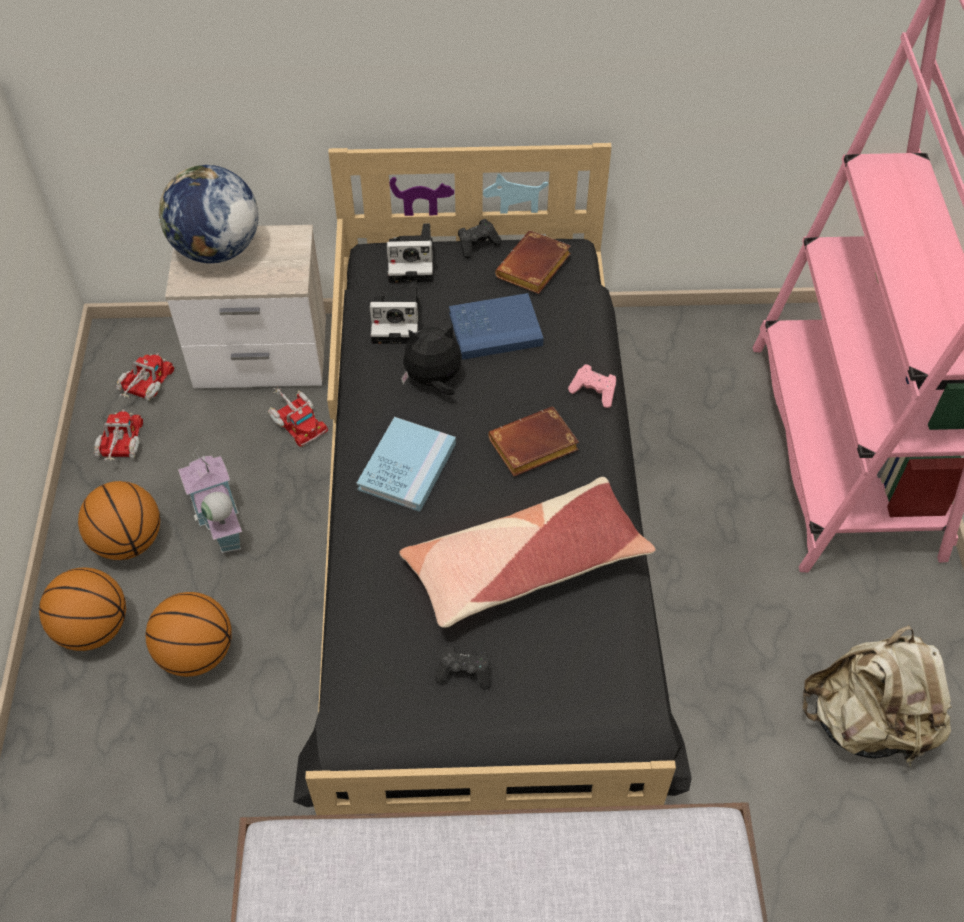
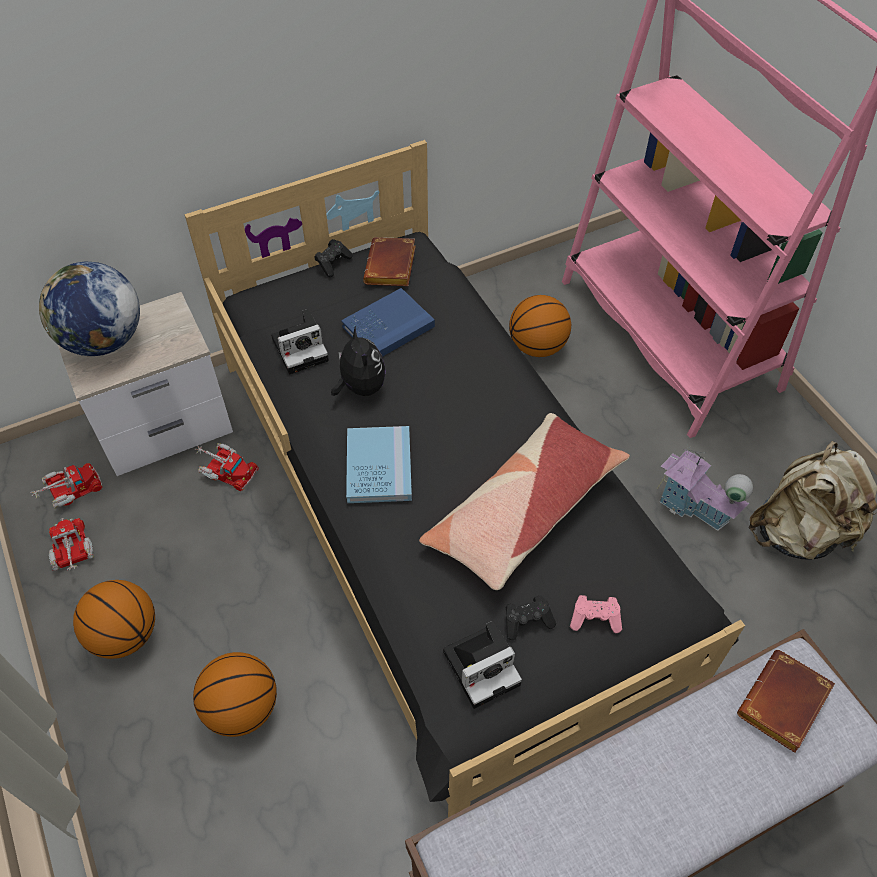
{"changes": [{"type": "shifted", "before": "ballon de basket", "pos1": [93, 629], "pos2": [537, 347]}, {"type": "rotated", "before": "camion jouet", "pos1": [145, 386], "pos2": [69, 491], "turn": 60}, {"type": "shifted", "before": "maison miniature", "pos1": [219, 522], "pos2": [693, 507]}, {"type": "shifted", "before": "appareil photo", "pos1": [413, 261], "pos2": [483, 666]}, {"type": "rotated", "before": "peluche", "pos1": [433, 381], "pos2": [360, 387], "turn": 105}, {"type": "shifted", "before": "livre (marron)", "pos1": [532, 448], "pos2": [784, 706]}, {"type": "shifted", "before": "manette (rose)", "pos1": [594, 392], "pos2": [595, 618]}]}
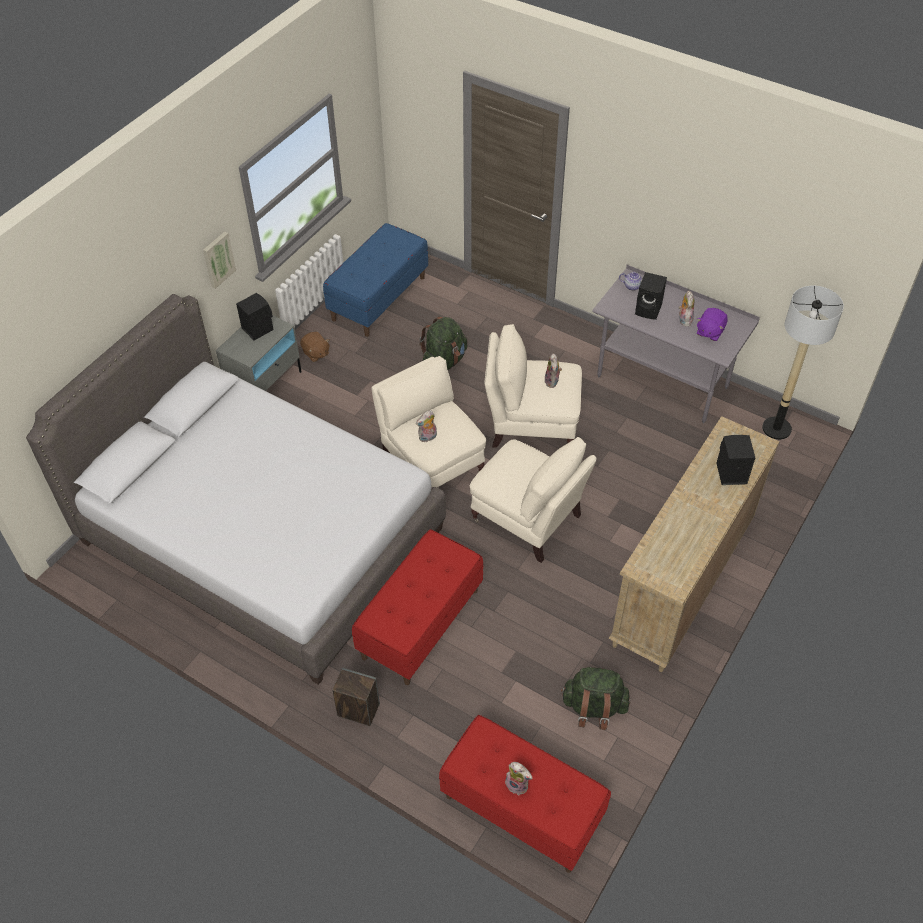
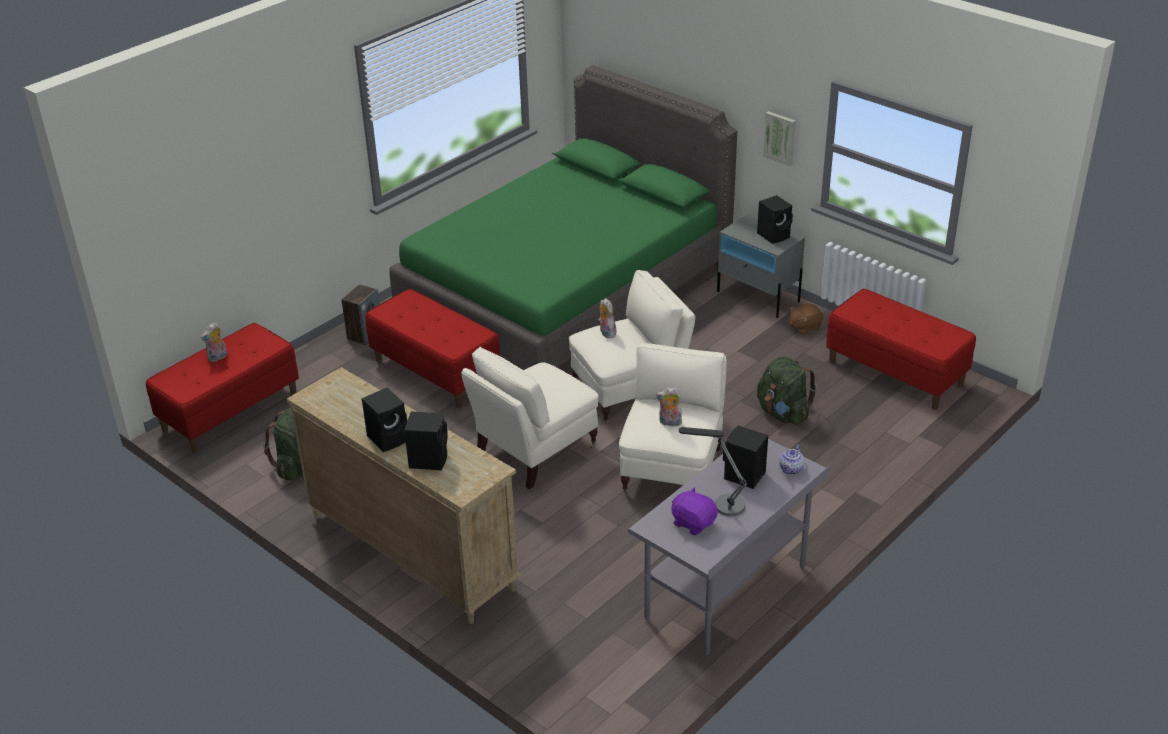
{"changes": [{"type": "repainted", "before": "lit (gris)", "after": "lit (vert)", "pos1": [262, 536], "pos2": [565, 292]}, {"type": "repainted", "before": "banc (bleu)", "after": "banc (rouge)", "pos1": [378, 298], "pos2": [895, 373]}, {"type": "swapped", "before": "peluche", "after": "lampe de table", "pos1": [684, 319], "pos2": [720, 504]}, {"type": "gone", "before": "lampadaire", "pos1": [776, 428]}, {"type": "new", "after": "enceinte (noir)", "pos2": [389, 438]}]}
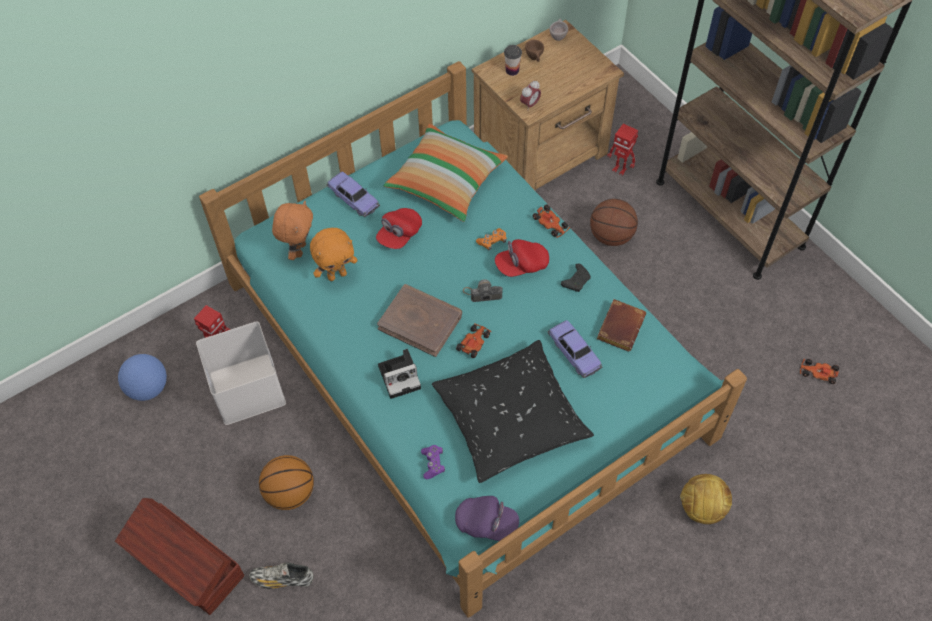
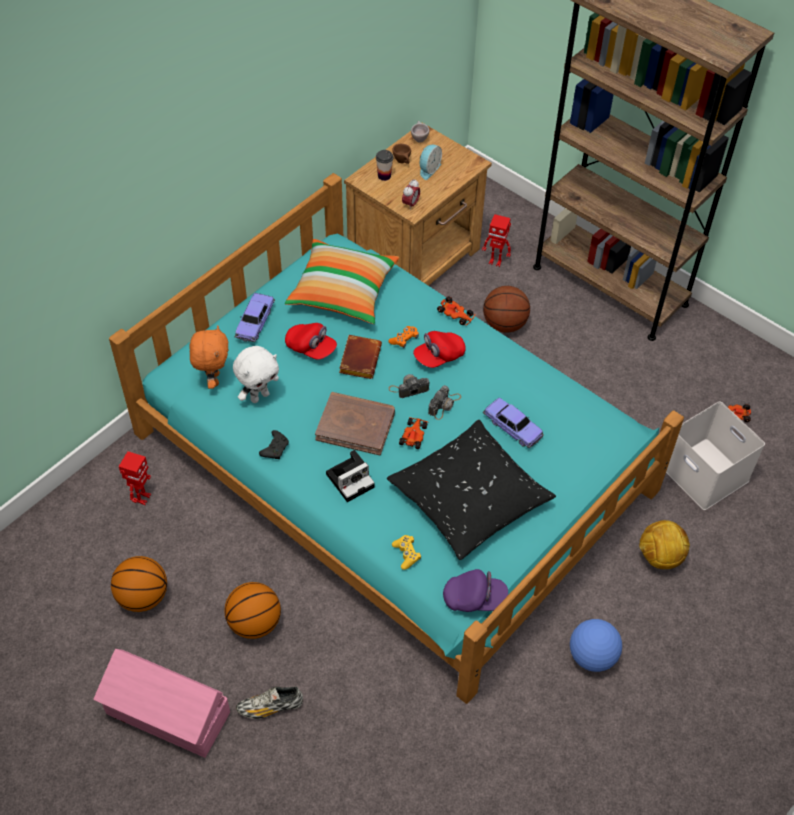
{"changes": [{"type": "repainted", "before": "boîte de rangement (marron)", "after": "boîte de rangement (rose)", "pos1": [188, 566], "pos2": [168, 715]}, {"type": "shifted", "before": "ballon de foot", "pos1": [148, 388], "pos2": [592, 657]}, {"type": "shifted", "before": "boîte de rangement (blanc)", "pos1": [249, 389], "pos2": [707, 474]}, {"type": "repainted", "before": "peluche (orange)", "after": "peluche (blanc)", "pos1": [337, 275], "pos2": [259, 396]}, {"type": "rotated", "before": "petite voiture", "pos1": [353, 198], "pos2": [255, 322], "turn": 75}, {"type": "rotated", "before": "casquette (rouge)", "pos1": [399, 234], "pos2": [311, 348], "turn": -75}, {"type": "repainted", "before": "manette (violet)", "after": "manette (jaune)", "pos1": [433, 464], "pos2": [406, 554]}, {"type": "shifted", "before": "manette (noir)", "pos1": [576, 281], "pos2": [275, 448]}, {"type": "shifted", "before": "livre (marron)", "pos1": [619, 326], "pos2": [359, 359]}, {"type": "new", "after": "ballon de basket", "pos2": [143, 596]}, {"type": "new", "after": "réveil", "pos2": [428, 169]}, {"type": "new", "after": "appareil photo", "pos2": [444, 405]}]}
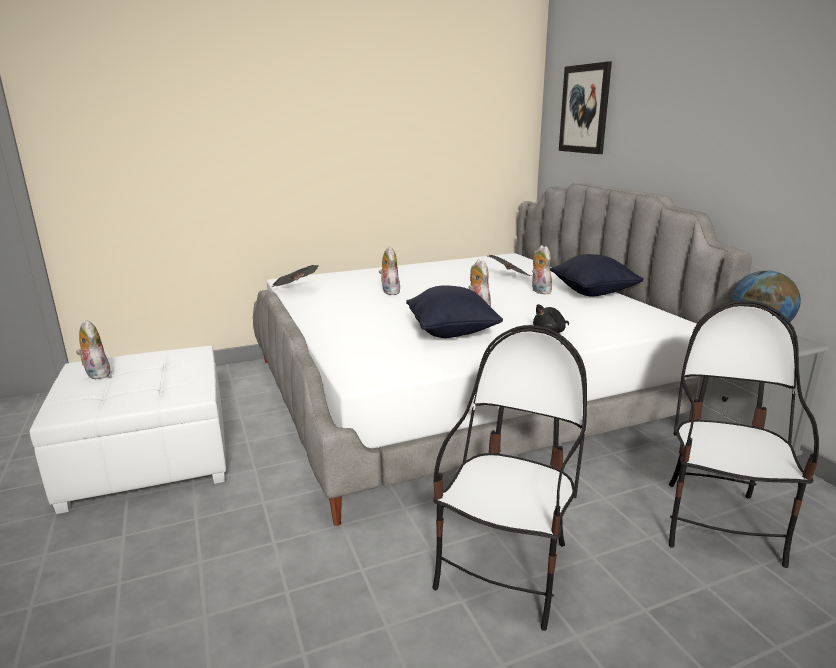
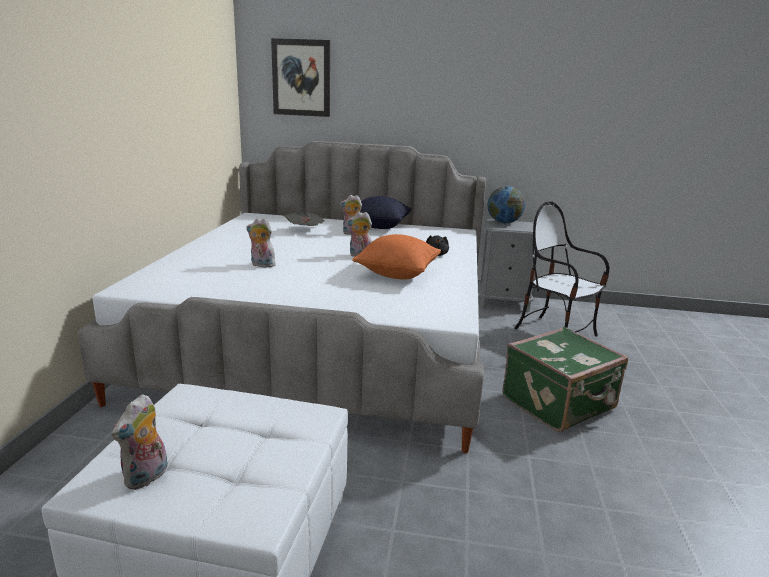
{"changes": [{"type": "rotated", "before": "peluche", "pos1": [96, 374], "pos2": [147, 477], "turn": -60}, {"type": "gone", "before": "journal", "pos1": [296, 288]}, {"type": "repainted", "before": "coussin (noir)", "after": "coussin (orange)", "pos1": [451, 332], "pos2": [397, 274]}, {"type": "swapped", "before": "chaise", "after": "valise (vert)", "pos1": [506, 570], "pos2": [559, 404]}]}
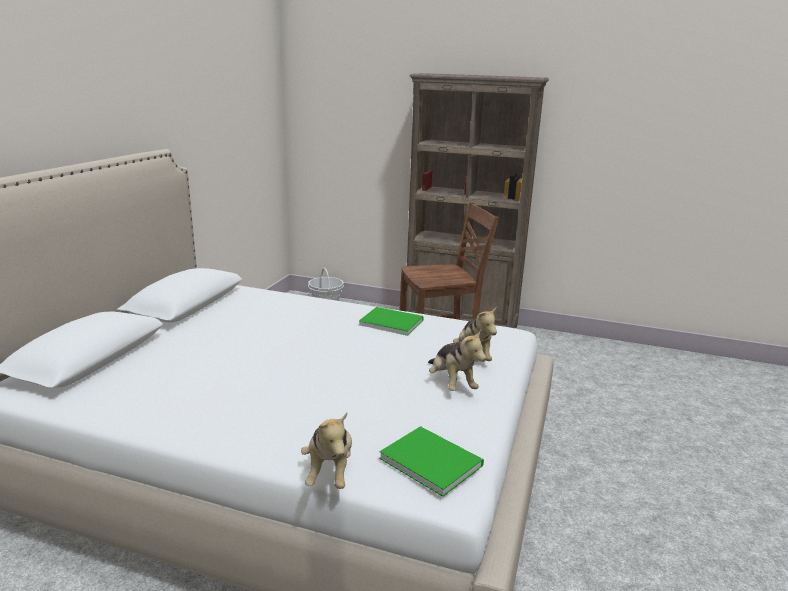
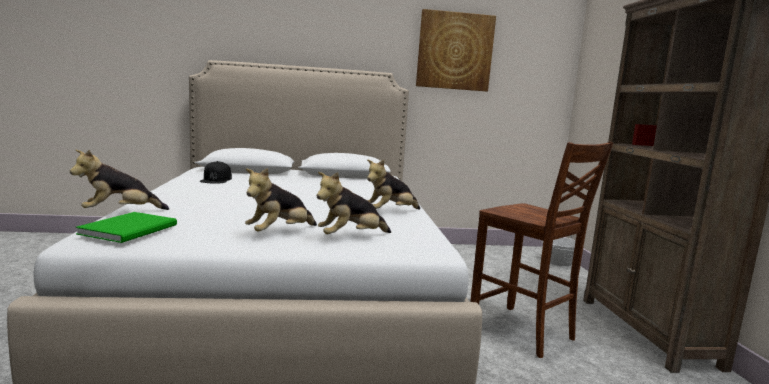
{"changes": [{"type": "swapped", "before": "livre (vert)", "after": "peluche", "pos1": [390, 322], "pos2": [390, 212]}, {"type": "new", "after": "casquette (noir)", "pos2": [216, 179]}, {"type": "new", "after": "tableau", "pos2": [455, 51]}]}
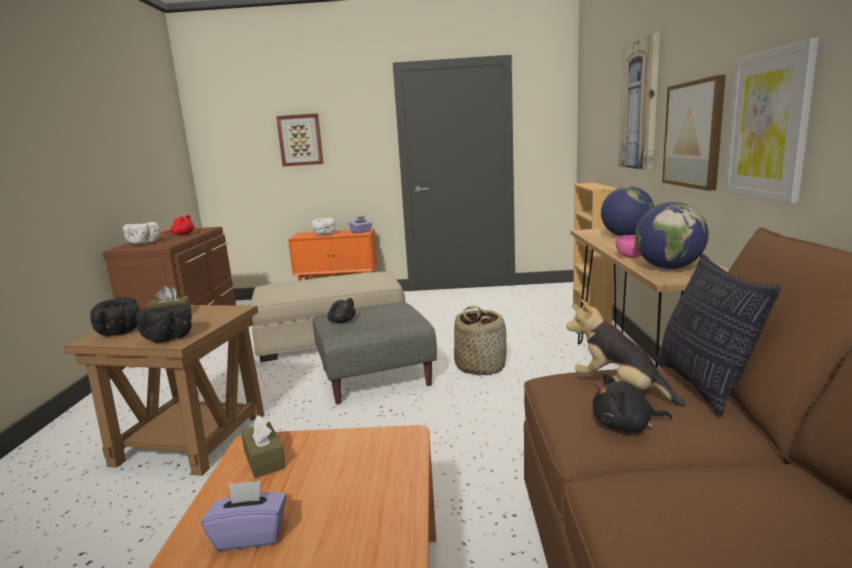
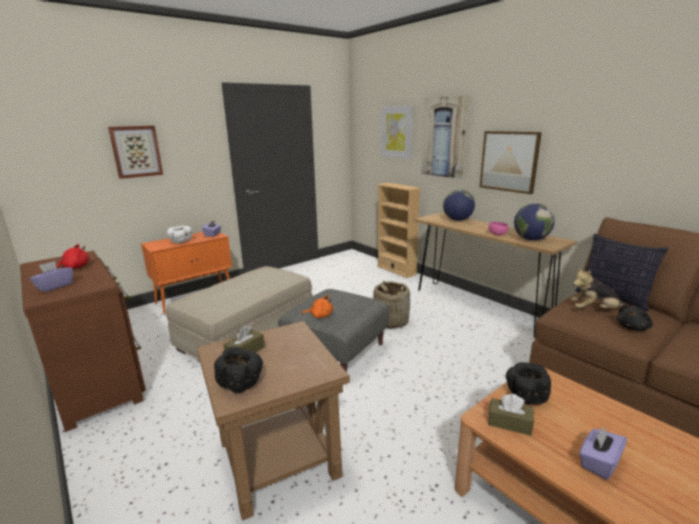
{"changes": [{"type": "swapped", "before": "bol (blanc)", "after": "boîte à mouchoirs (violet)", "pos1": [144, 243], "pos2": [55, 286]}, {"type": "shifted", "before": "bol (noir)", "pos1": [169, 337], "pos2": [525, 395]}, {"type": "repainted", "before": "peluche (noir)", "after": "peluche (orange)", "pos1": [341, 321], "pos2": [320, 315]}, {"type": "shifted", "before": "tableau", "pos1": [768, 125], "pos2": [397, 132]}]}
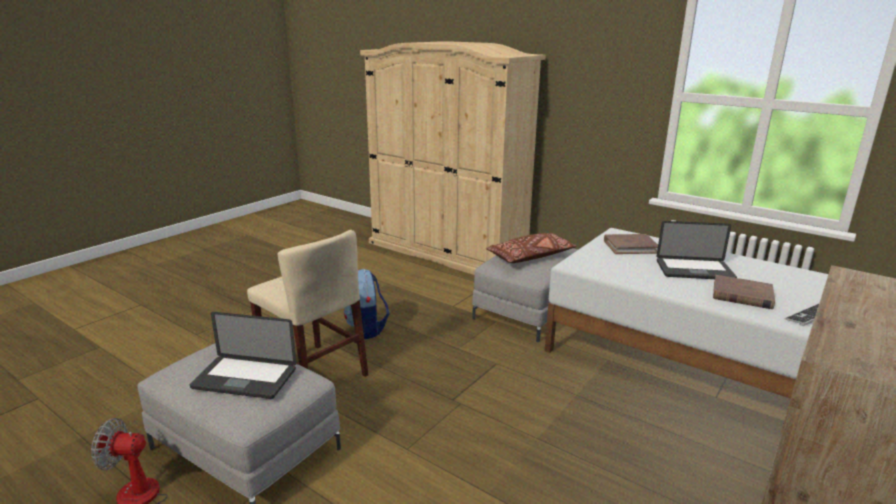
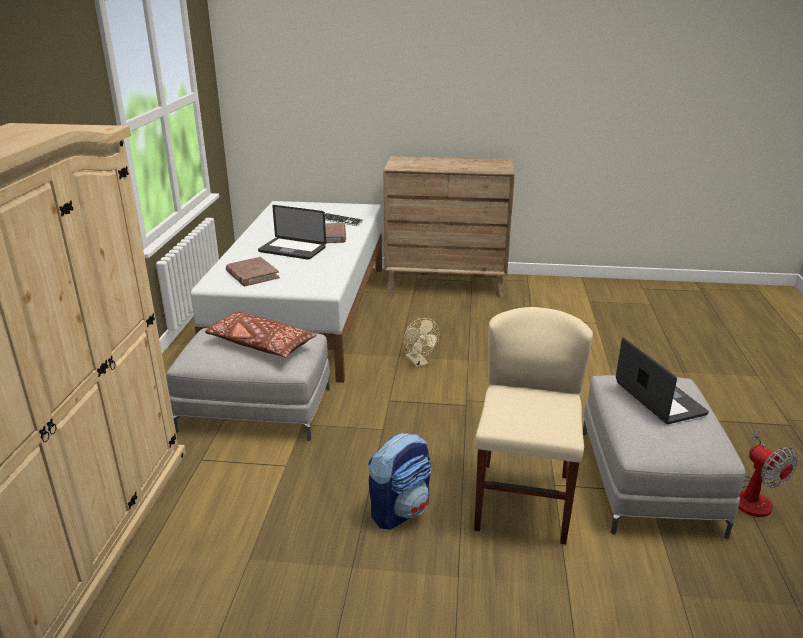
{"changes": [{"type": "rotated", "before": "ordinateur portable", "pos1": [694, 270], "pos2": [292, 250], "turn": 135}, {"type": "new", "after": "ventilateur (beige)", "pos2": [419, 363]}]}
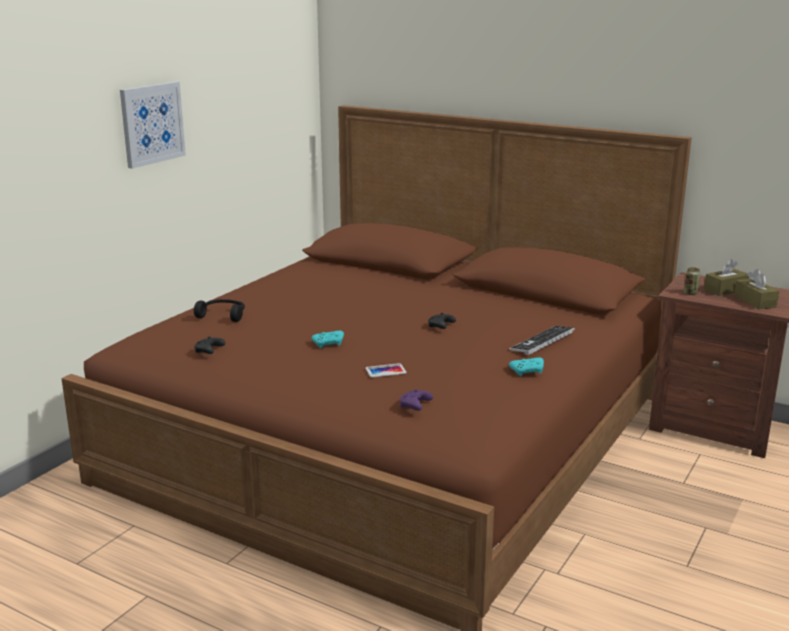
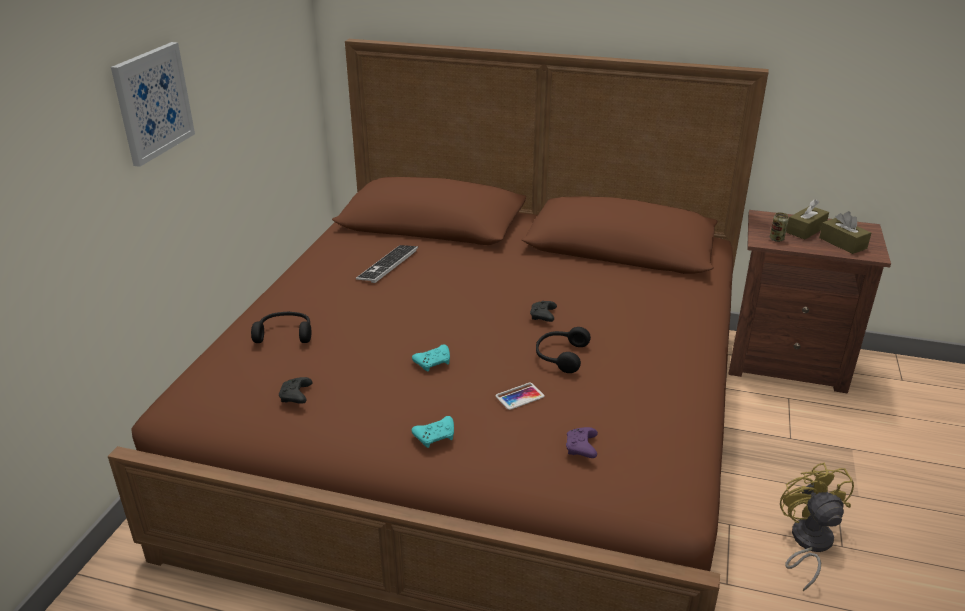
{"changes": [{"type": "shifted", "before": "clavier", "pos1": [542, 341], "pos2": [388, 265]}, {"type": "shifted", "before": "manette (turquoise)", "pos1": [528, 371], "pos2": [436, 437]}, {"type": "new", "after": "casque audio (noir)", "pos2": [560, 356]}, {"type": "new", "after": "ventilateur (jaune)", "pos2": [807, 543]}]}
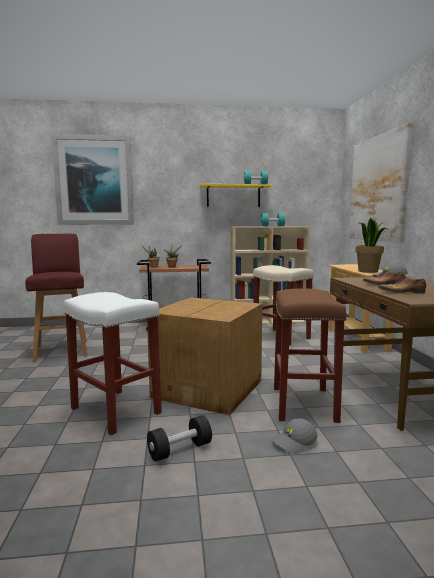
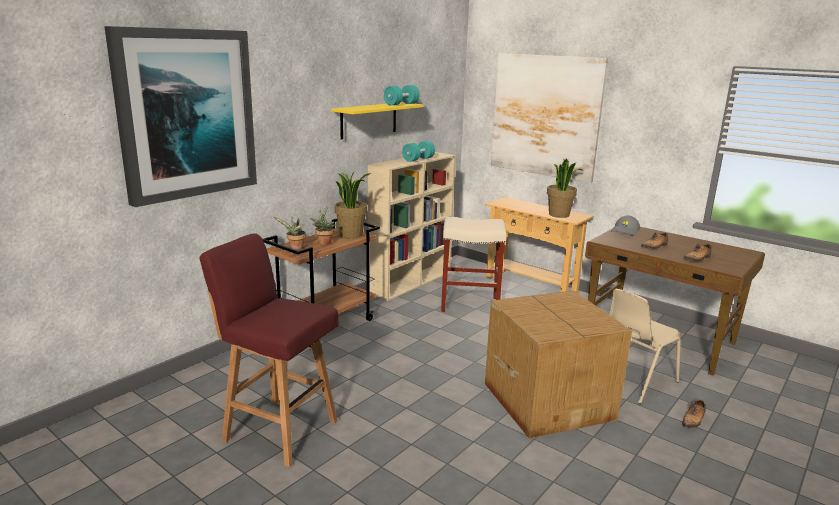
{"changes": [{"type": "gone", "before": "tabouret (blanc)", "pos1": [117, 411]}, {"type": "gone", "before": "haltère (noir)", "pos1": [180, 450]}, {"type": "swapped", "before": "casquette (gris)", "after": "chaussure", "pos1": [294, 443], "pos2": [693, 420]}, {"type": "swapped", "before": "tabouret (marron)", "after": "chaise (beige)", "pos1": [303, 403], "pos2": [632, 380]}, {"type": "new", "after": "plante en pot", "pos2": [351, 235]}]}
